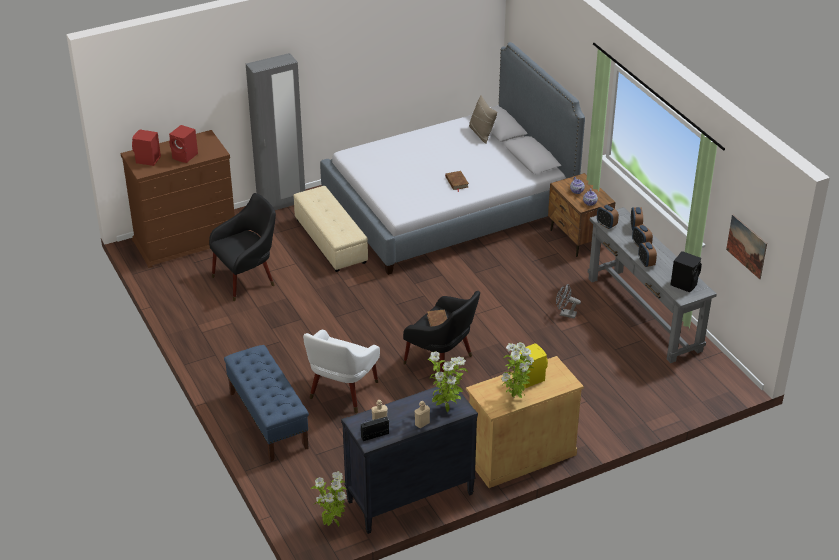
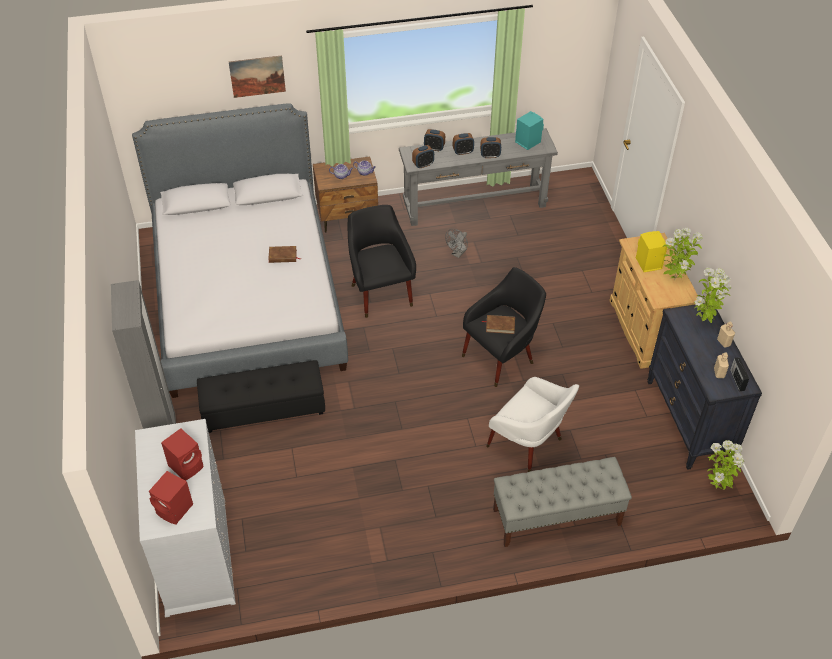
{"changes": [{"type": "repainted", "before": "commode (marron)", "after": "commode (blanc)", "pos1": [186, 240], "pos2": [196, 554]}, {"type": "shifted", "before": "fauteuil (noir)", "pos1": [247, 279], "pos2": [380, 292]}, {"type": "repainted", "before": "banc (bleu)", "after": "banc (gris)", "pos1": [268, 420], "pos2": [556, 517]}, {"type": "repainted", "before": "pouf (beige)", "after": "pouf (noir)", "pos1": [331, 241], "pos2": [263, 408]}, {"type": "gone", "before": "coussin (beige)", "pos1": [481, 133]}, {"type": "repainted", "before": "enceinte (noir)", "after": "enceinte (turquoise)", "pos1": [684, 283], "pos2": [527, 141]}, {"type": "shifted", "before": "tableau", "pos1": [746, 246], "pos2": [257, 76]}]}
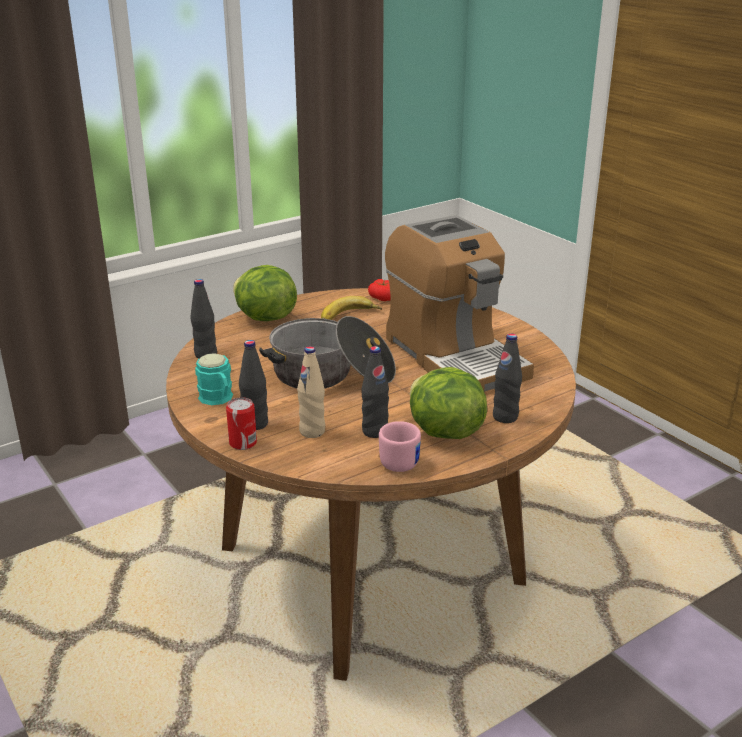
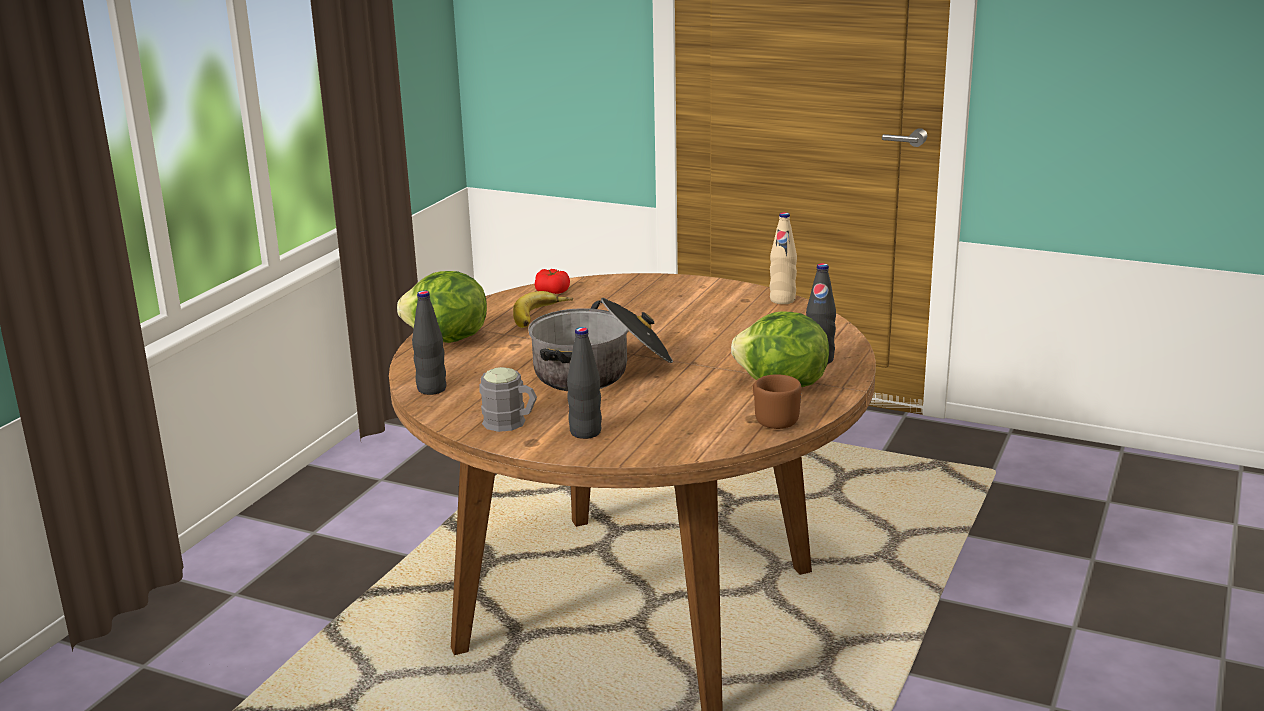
{"changes": [{"type": "repainted", "before": "mug (turquoise)", "after": "mug (gris)", "pos1": [218, 399], "pos2": [511, 423]}, {"type": "gone", "before": "boîte métallique", "pos1": [243, 443]}, {"type": "shifted", "before": "bouteille (beige)", "pos1": [312, 431], "pos2": [782, 300]}, {"type": "gone", "before": "bouteille (noir)", "pos1": [375, 431]}, {"type": "repainted", "before": "mug (rose)", "after": "mug (marron)", "pos1": [399, 460], "pos2": [773, 419]}, {"type": "gone", "before": "machine à café", "pos1": [454, 356]}]}
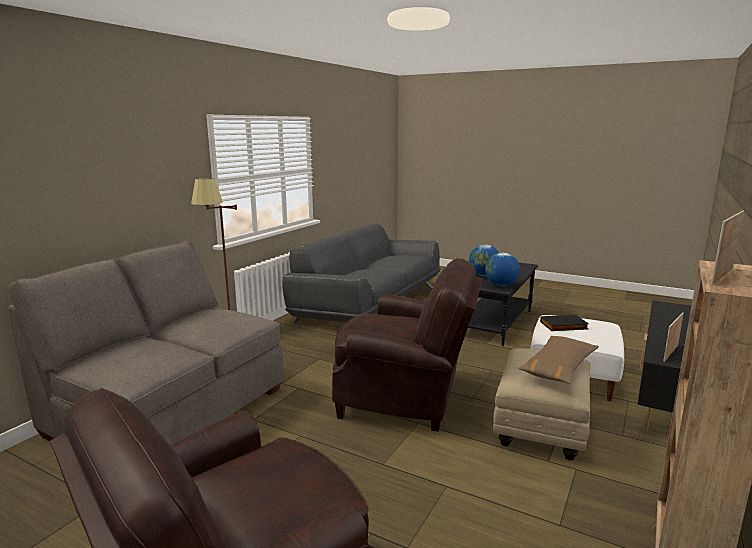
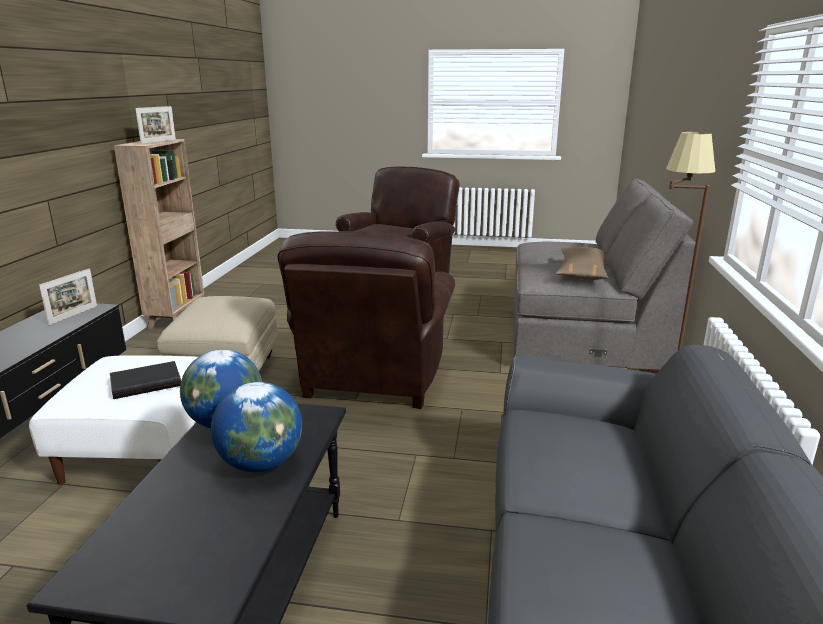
{"changes": [{"type": "rotated", "before": "fauteuil (marron)", "pos1": [405, 399], "pos2": [373, 380], "turn": -75}, {"type": "shifted", "before": "coussin (marron)", "pos1": [558, 368], "pos2": [581, 272]}]}
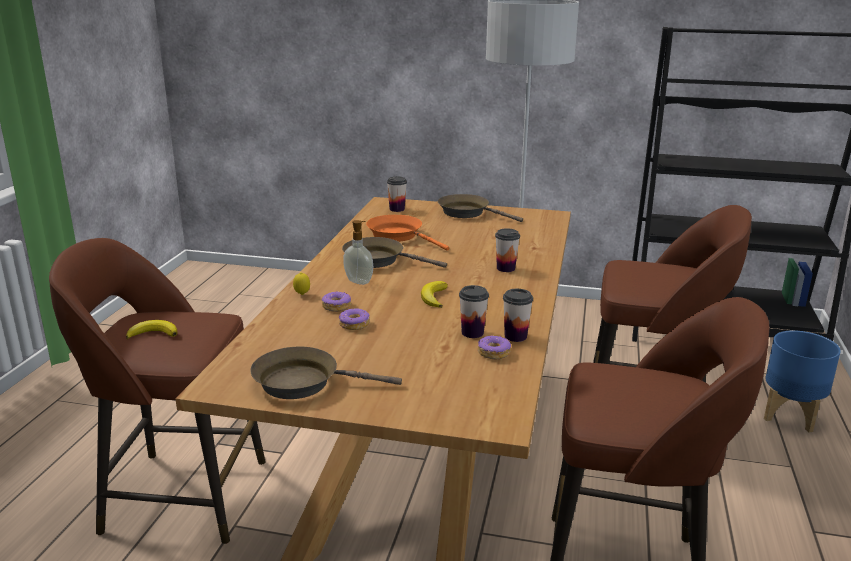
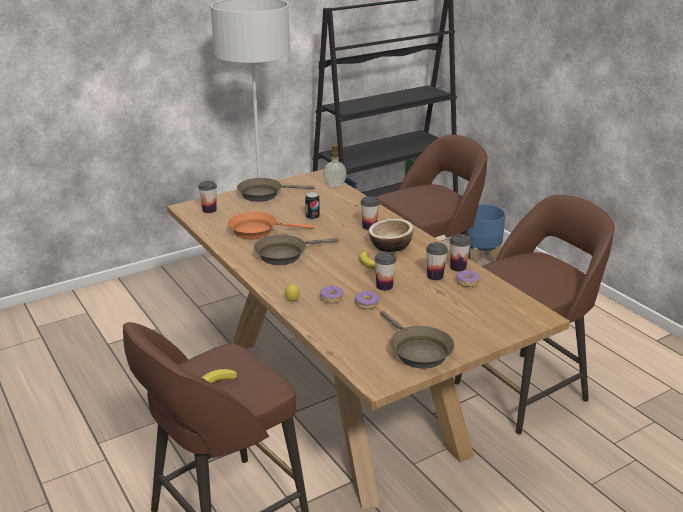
{"changes": [{"type": "rotated", "before": "poêle (marron)", "pos1": [303, 382], "pos2": [417, 351], "turn": -75}, {"type": "shifted", "before": "distributeur de savon", "pos1": [359, 281], "pos2": [335, 185]}, {"type": "new", "after": "boîte métallique", "pos2": [312, 217]}, {"type": "new", "after": "bol", "pos2": [390, 246]}, {"type": "new", "after": "tasse", "pos2": [384, 286]}]}
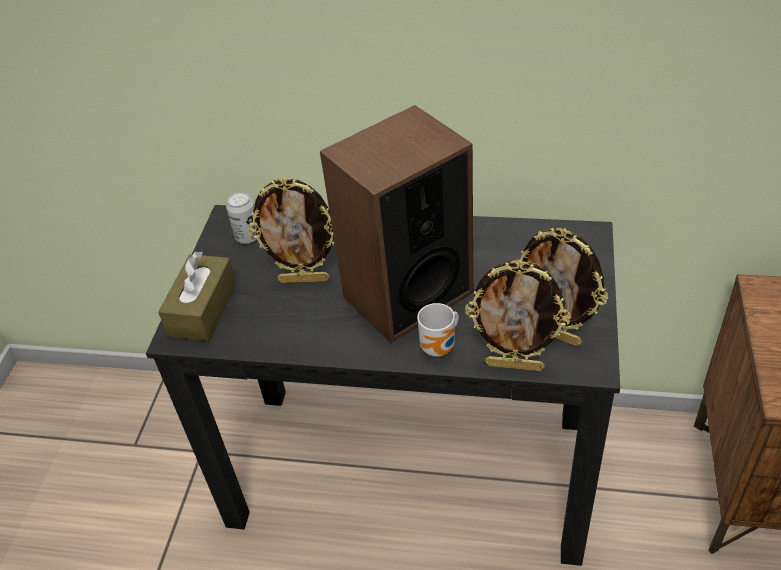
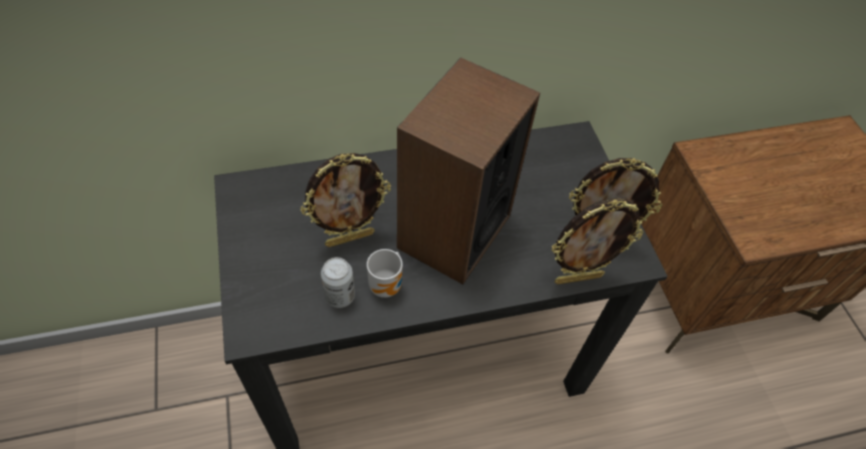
{"changes": [{"type": "gone", "before": "boîte à mouchoirs (marron)", "pos1": [203, 309]}, {"type": "shifted", "before": "boîte métallique", "pos1": [248, 237], "pos2": [340, 296]}, {"type": "shifted", "before": "mug", "pos1": [441, 348], "pos2": [388, 286]}]}
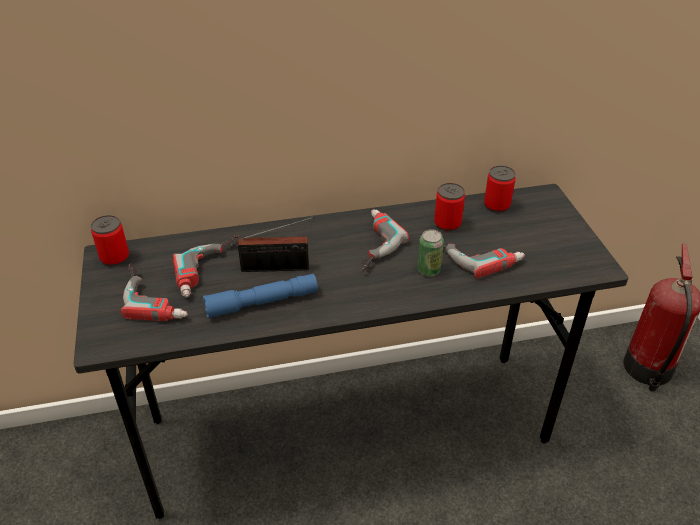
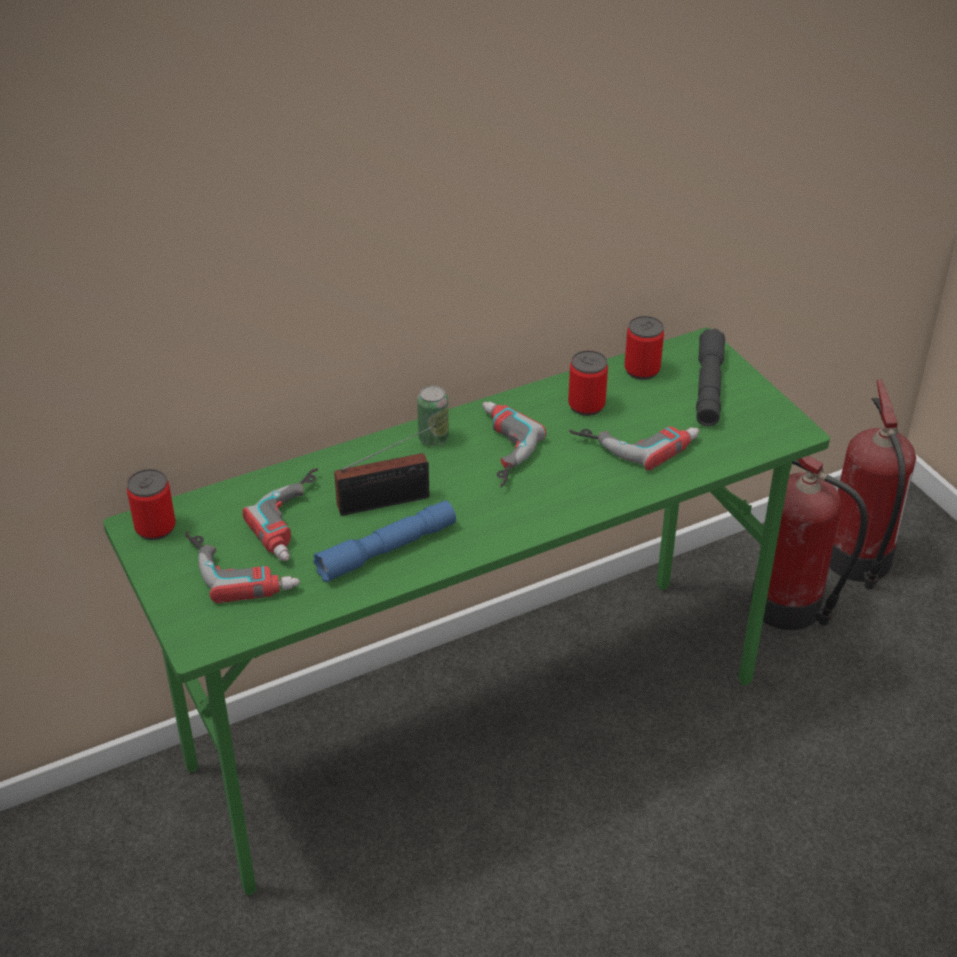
{"changes": [{"type": "repainted", "before": "bureau (gris)", "after": "bureau (vert)", "pos1": [349, 429], "pos2": [477, 721]}, {"type": "shifted", "before": "boîte métallique", "pos1": [428, 270], "pos2": [433, 438]}, {"type": "new", "after": "lampe de poche (gris)", "pos2": [708, 387]}, {"type": "new", "after": "extincteur", "pos2": [790, 607]}]}
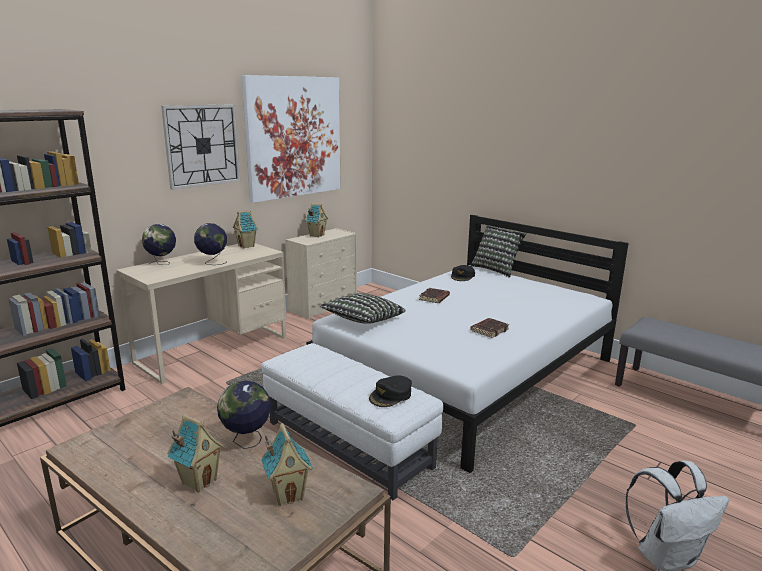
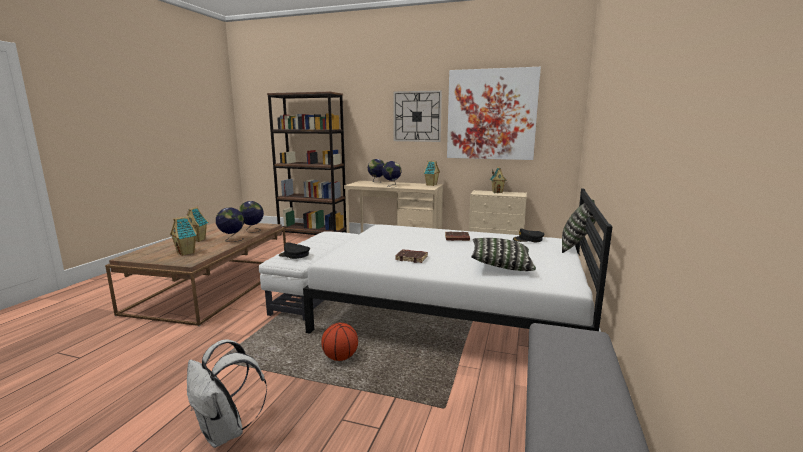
{"changes": [{"type": "shifted", "before": "coussin", "pos1": [363, 321], "pos2": [500, 265]}, {"type": "new", "after": "globe", "pos2": [252, 231]}, {"type": "new", "after": "ballon de basket", "pos2": [340, 358]}]}
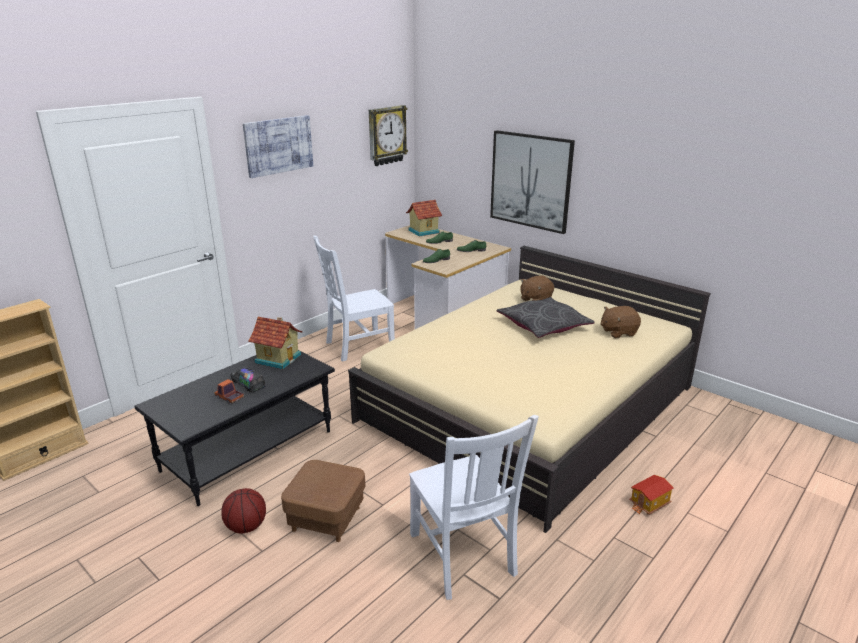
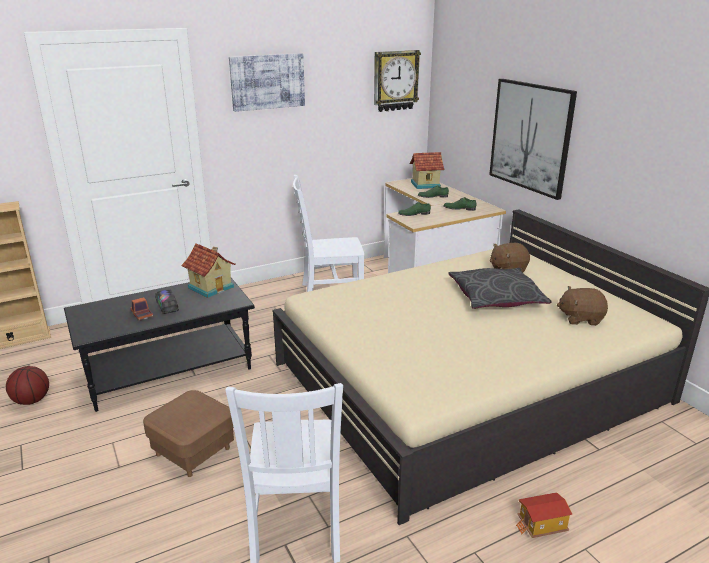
{"changes": [{"type": "shifted", "before": "ballon de basket", "pos1": [246, 527], "pos2": [32, 401]}]}
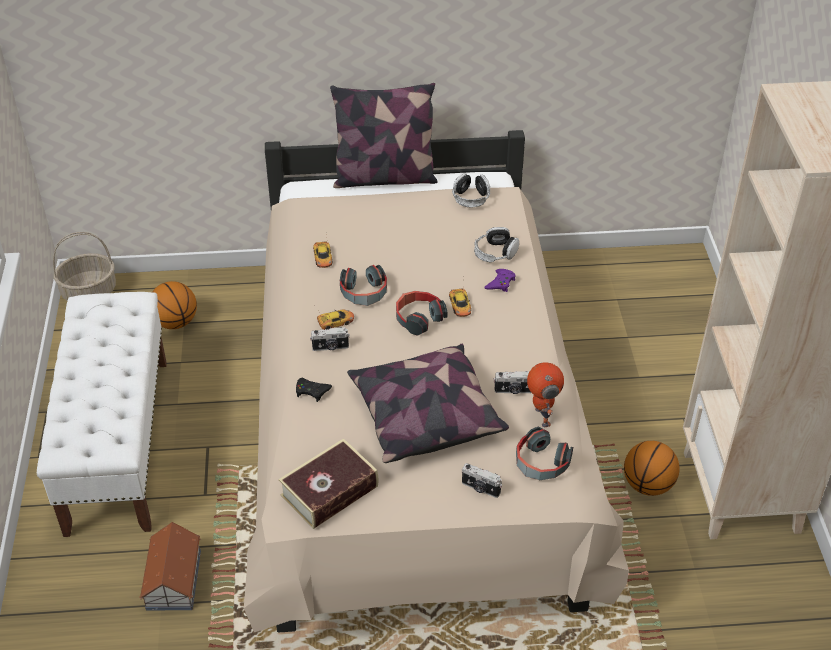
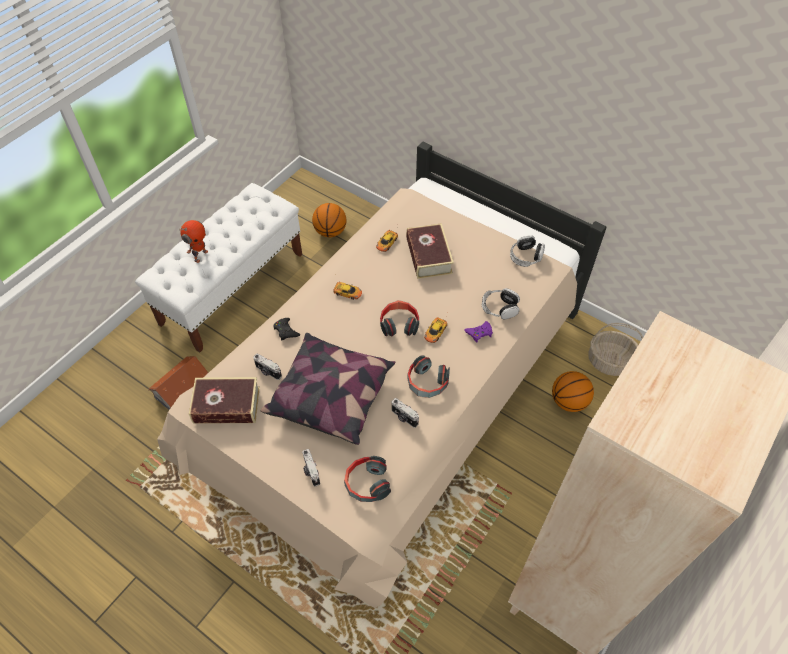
{"changes": [{"type": "shifted", "before": "panier", "pos1": [89, 291], "pos2": [610, 361]}, {"type": "shifted", "before": "appareil photo", "pos1": [330, 347], "pos2": [268, 372]}, {"type": "gone", "before": "coussin", "pos1": [384, 177]}, {"type": "shifted", "before": "casque audio", "pos1": [364, 293], "pos2": [427, 382]}, {"type": "shifted", "before": "robot jouet", "pos1": [541, 417], "pos2": [200, 255]}, {"type": "shifted", "before": "ballon de basket", "pos1": [648, 485], "pos2": [569, 401]}, {"type": "new", "after": "livre", "pos2": [428, 256]}]}
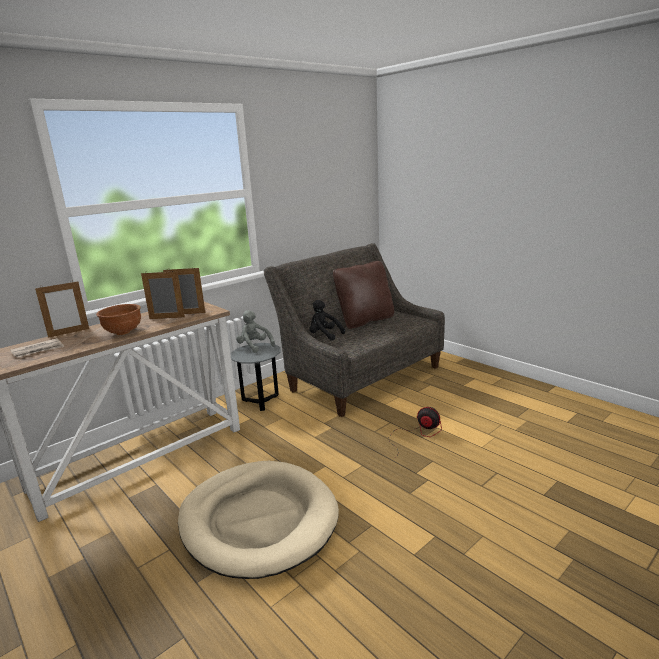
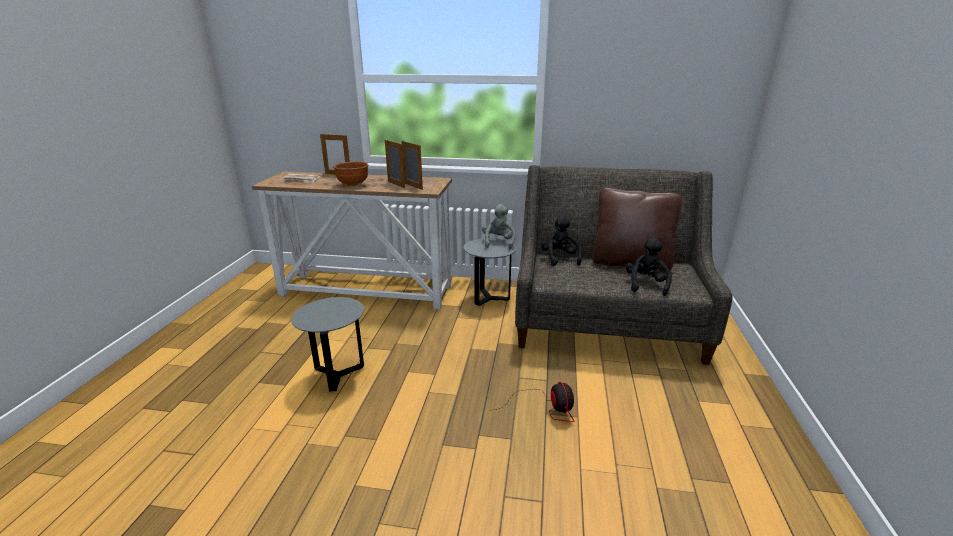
{"changes": [{"type": "swapped", "before": "panier pour chien (beige)", "after": "table d'appoint (gris)", "pos1": [258, 520], "pos2": [338, 375]}, {"type": "new", "after": "peluche (noir)", "pos2": [646, 284]}]}
